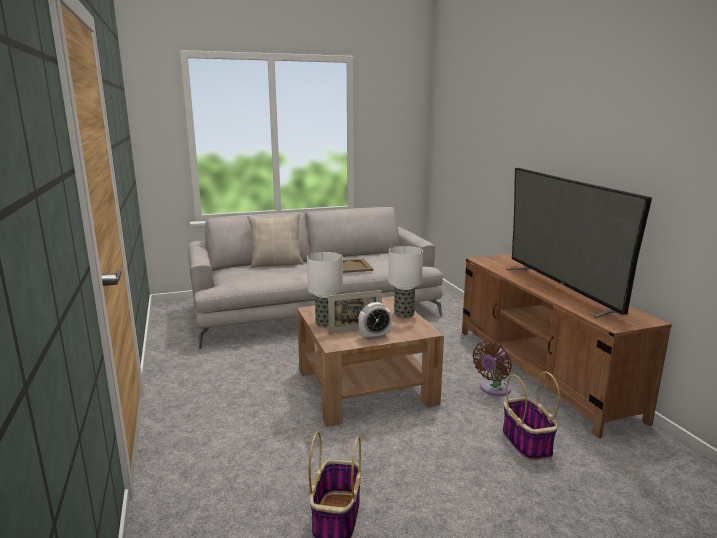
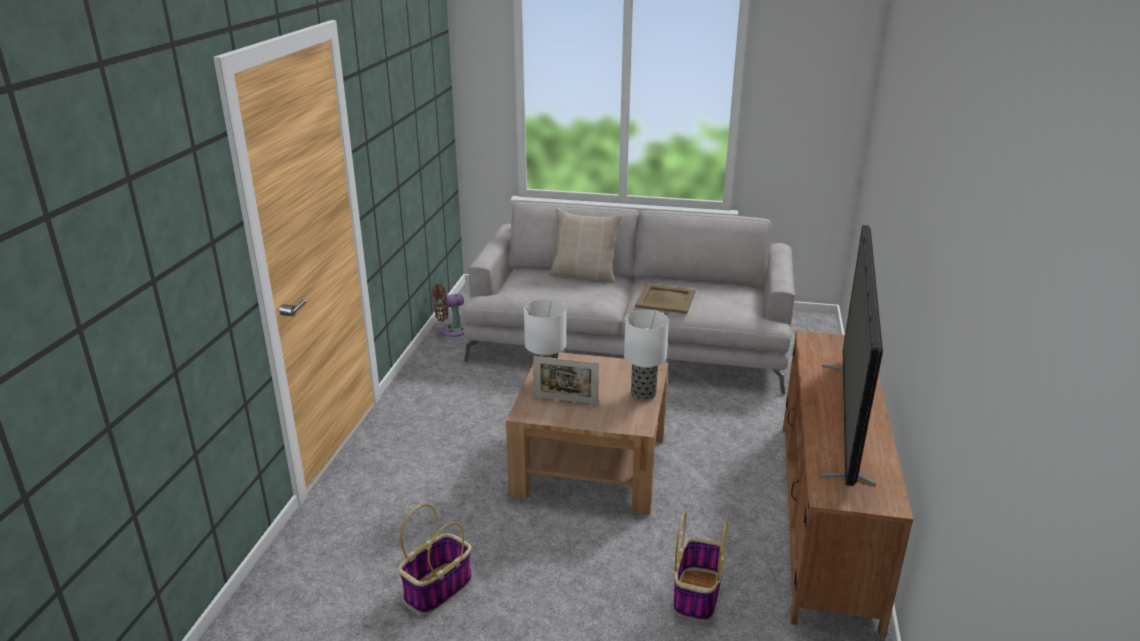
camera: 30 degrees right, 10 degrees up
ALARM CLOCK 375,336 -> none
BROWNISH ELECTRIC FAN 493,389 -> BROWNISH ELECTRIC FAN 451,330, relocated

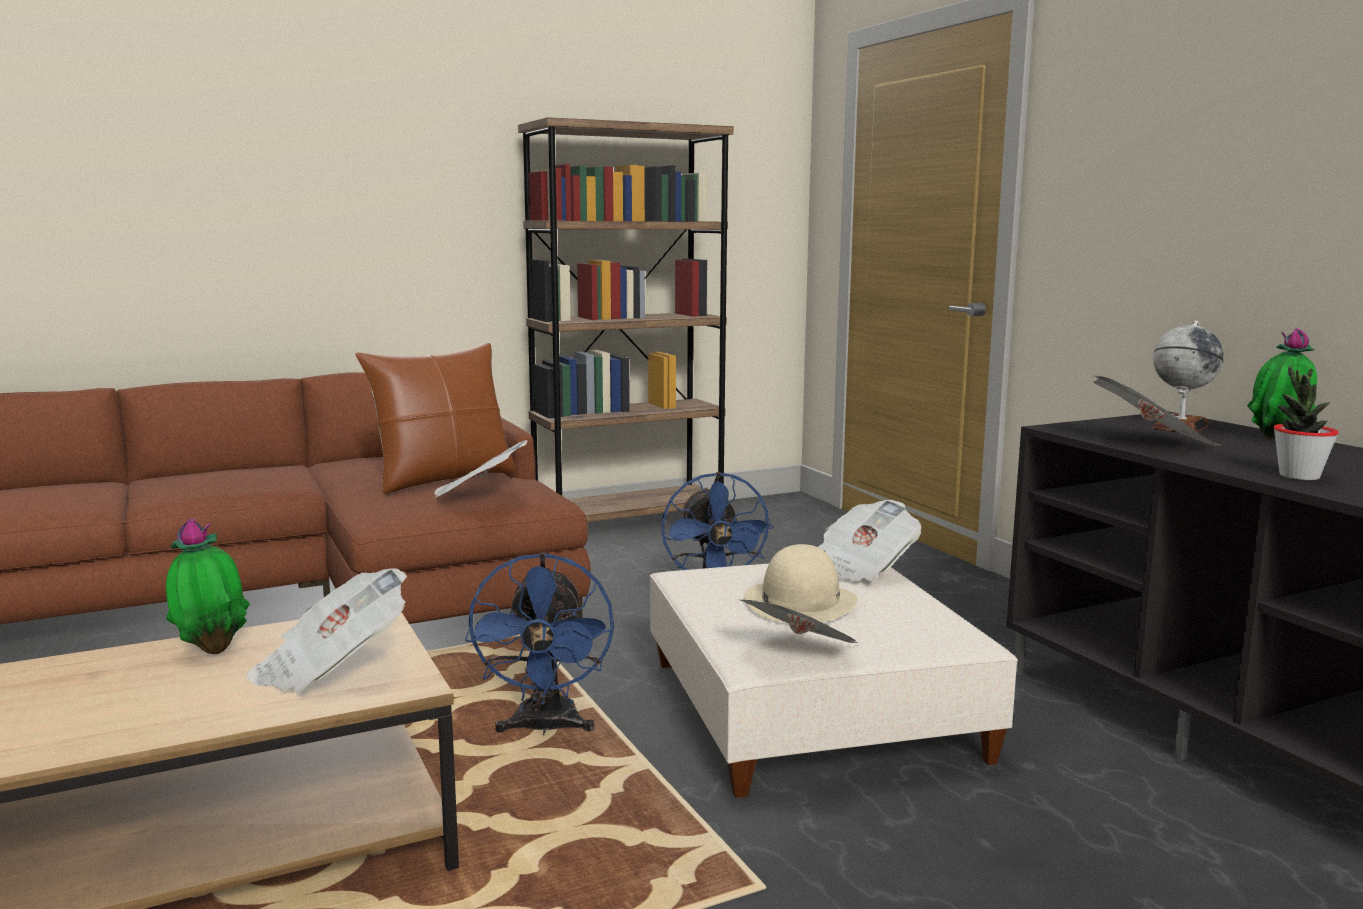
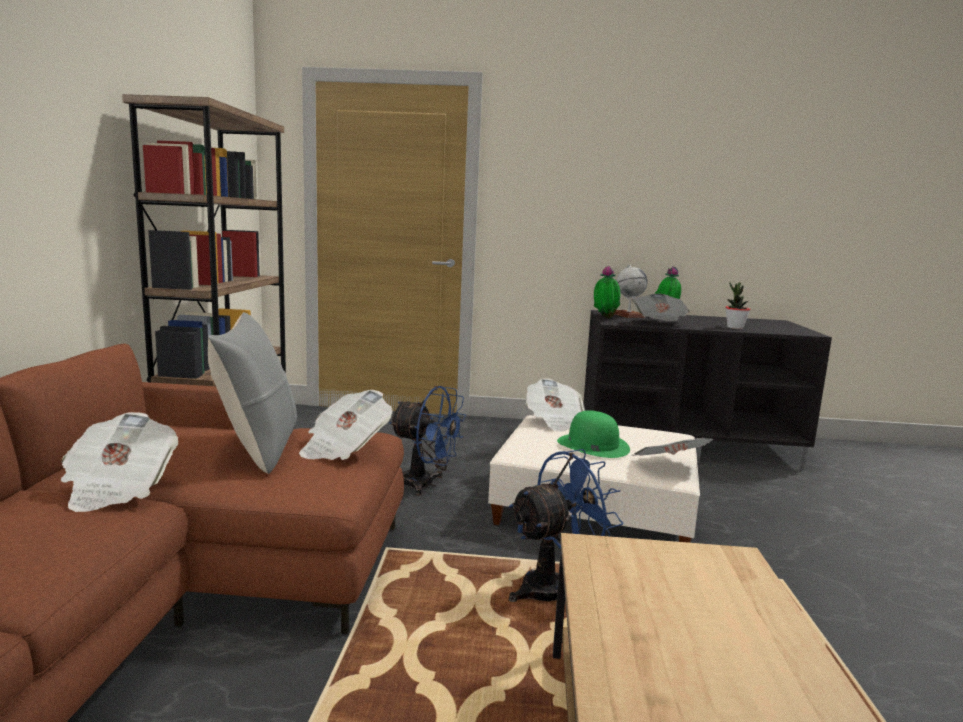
camera: 60 degrees left, 0 degrees up
HOUSEPLANT 211,650 -> HOUSEPLANT 604,318, relocated
DAILY PAPER 331,669 -> DAILY PAPER 118,488, relocated
BROWNISH THROW PILLOW 443,479 -> GRAY THROW PILLOW 259,448
BEIGE-COLOURED WEARABLE HAT 800,602 -> GREENISH WEARABLE HAT 592,445
BLUE ELECTRIC FAN 545,729 -> BLUE ELECTRIC FAN 555,587, 60 degrees counterclockwise

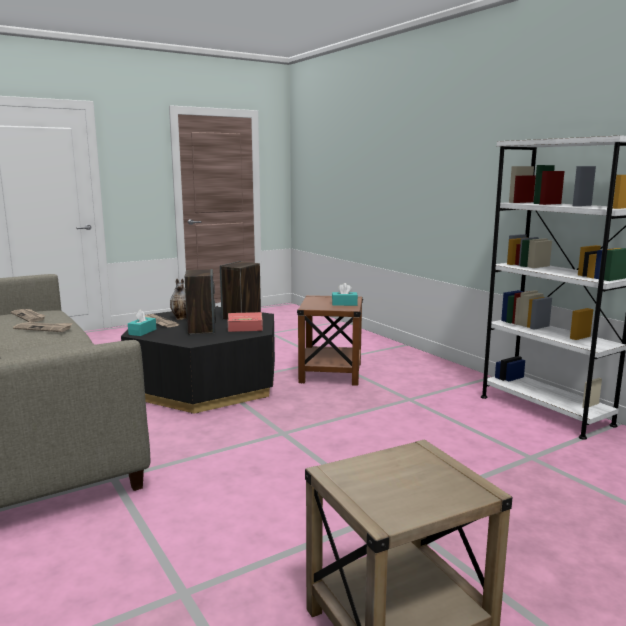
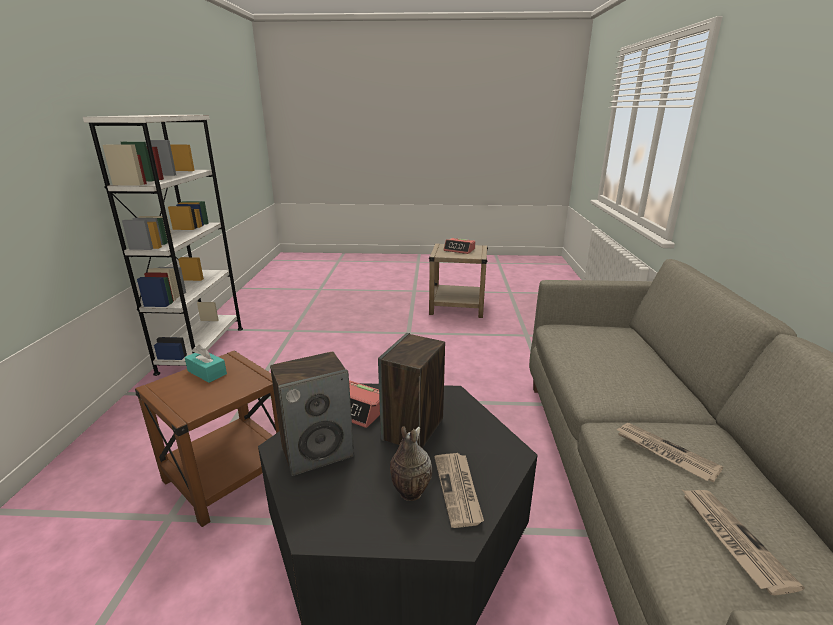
camera: 145 degrees left, 10 degrees up
TURQUOISE-COLOURED BOX OF TISSUES 142,332 -> none
none -> ALARM CLOCK 459,250

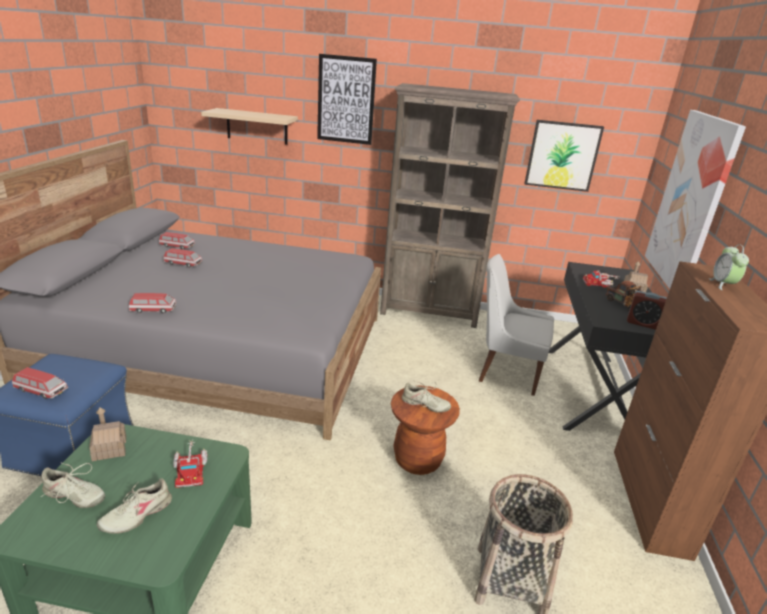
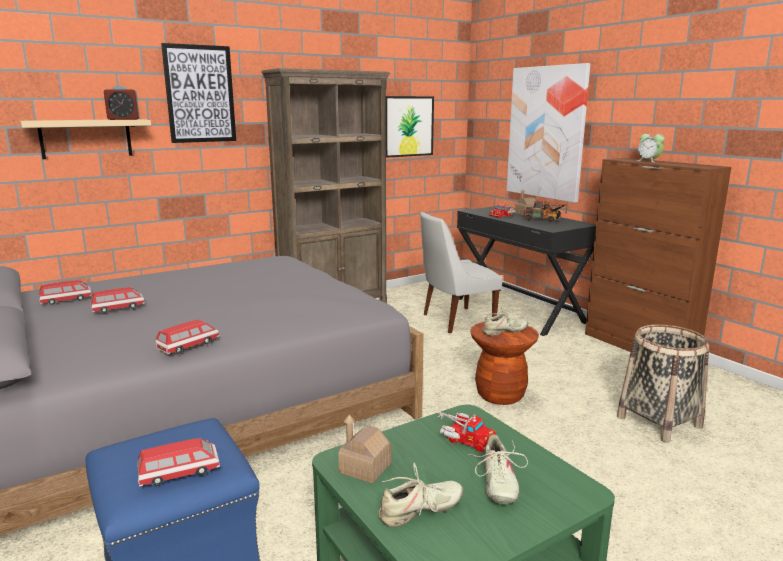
camera: 40 degrees left, 10 degrees down
ALARM CLOCK 643,323 -> ALARM CLOCK 123,119, relocated

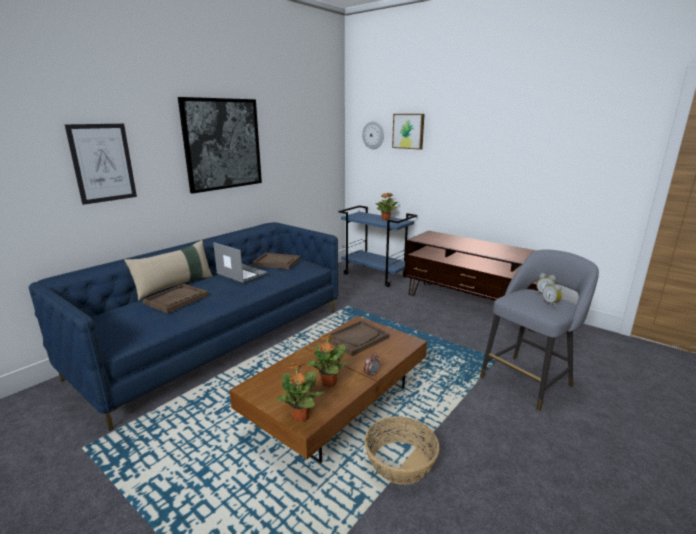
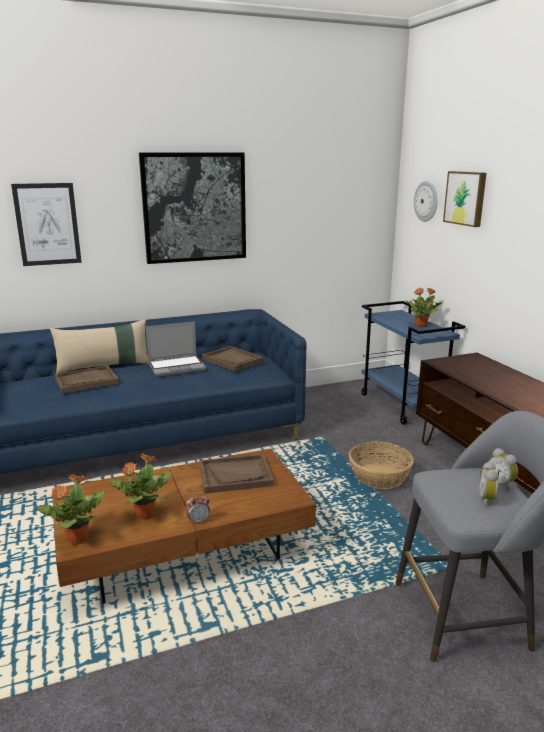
camera: 30 degrees right, 0 degrees up
HOUSEHOLD BASKET 400,462 -> HOUSEHOLD BASKET 379,476, relocated
NOTEBOOK COMPUTER 240,274 -> NOTEBOOK COMPUTER 177,367, 90 degrees clockwise

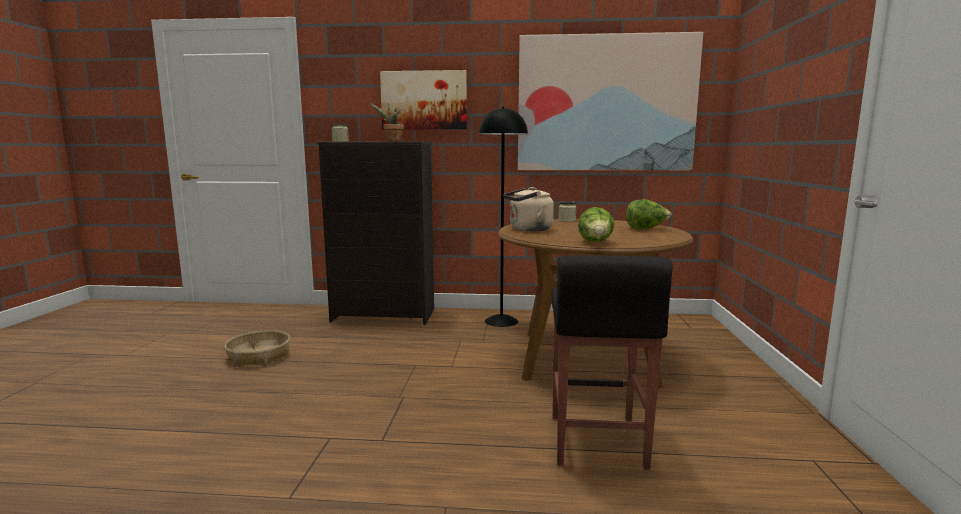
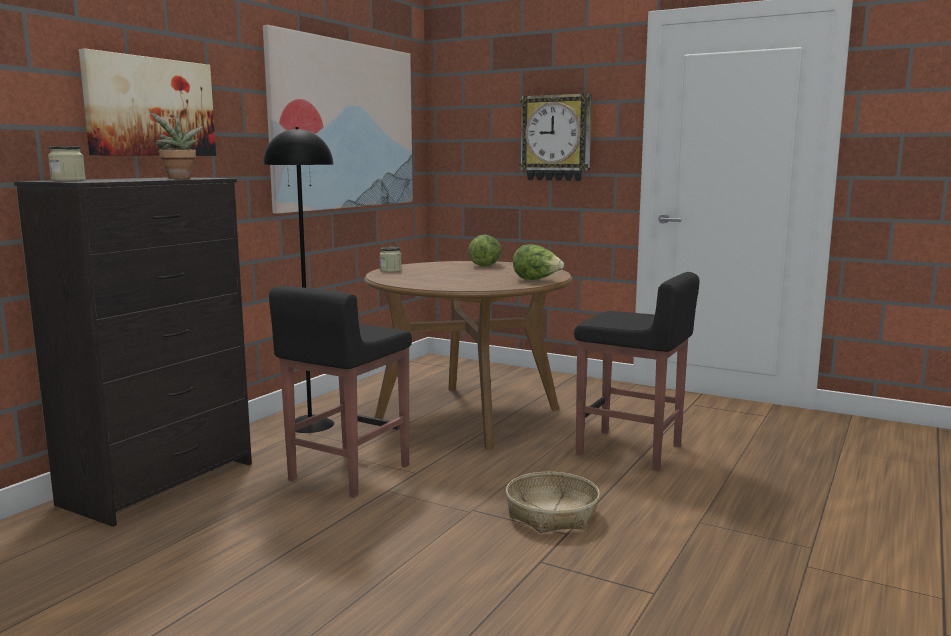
camera: 65 degrees left, 0 degrees up
BEIGE-COLOURED TEA KETTLE 528,229 -> none
none -> BLACKISH STOOL SEAT 348,473
none -> WALL CLOCK 556,138
HOUSEHOLD BASKET 259,356 -> HOUSEHOLD BASKET 551,514, relocated

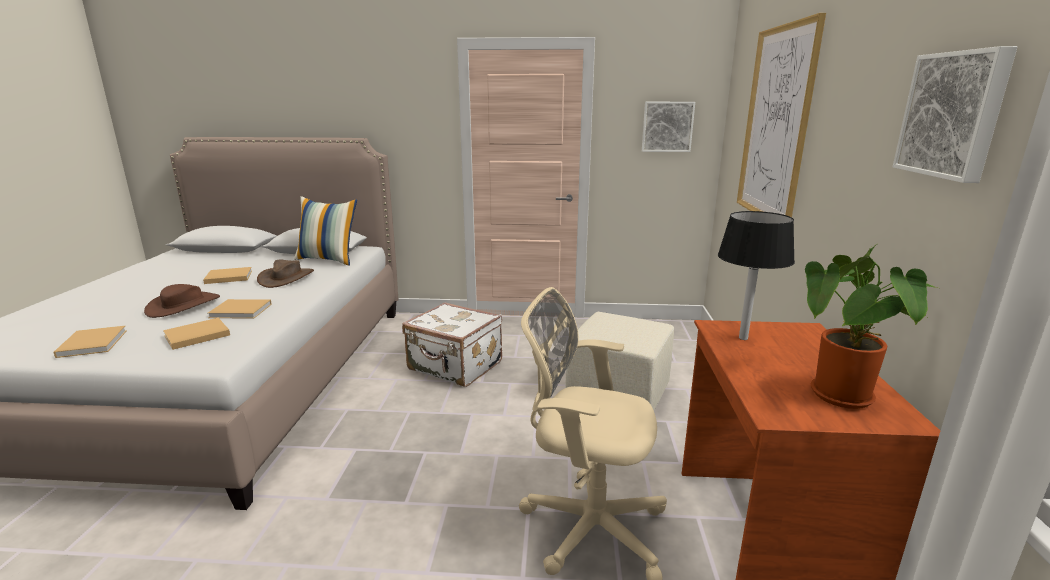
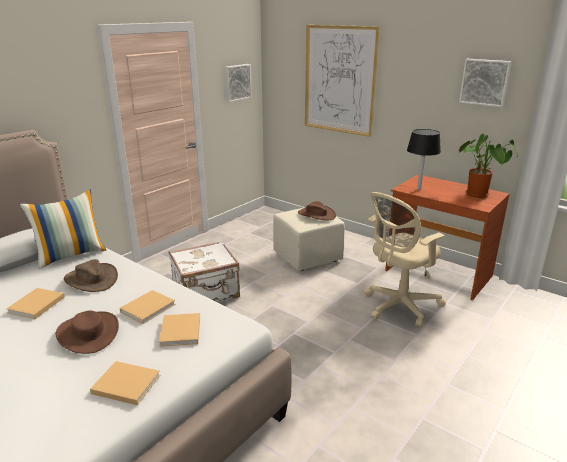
camera: 55 degrees left, 5 degrees up
none -> BROWNISH WEARABLE HAT 316,214

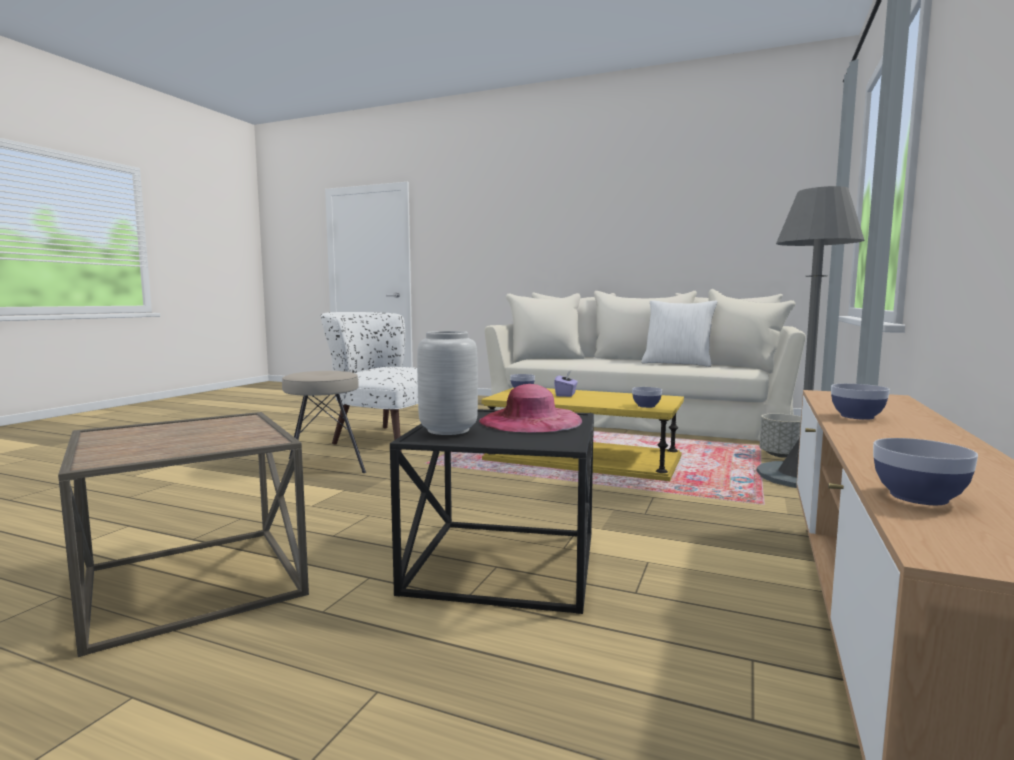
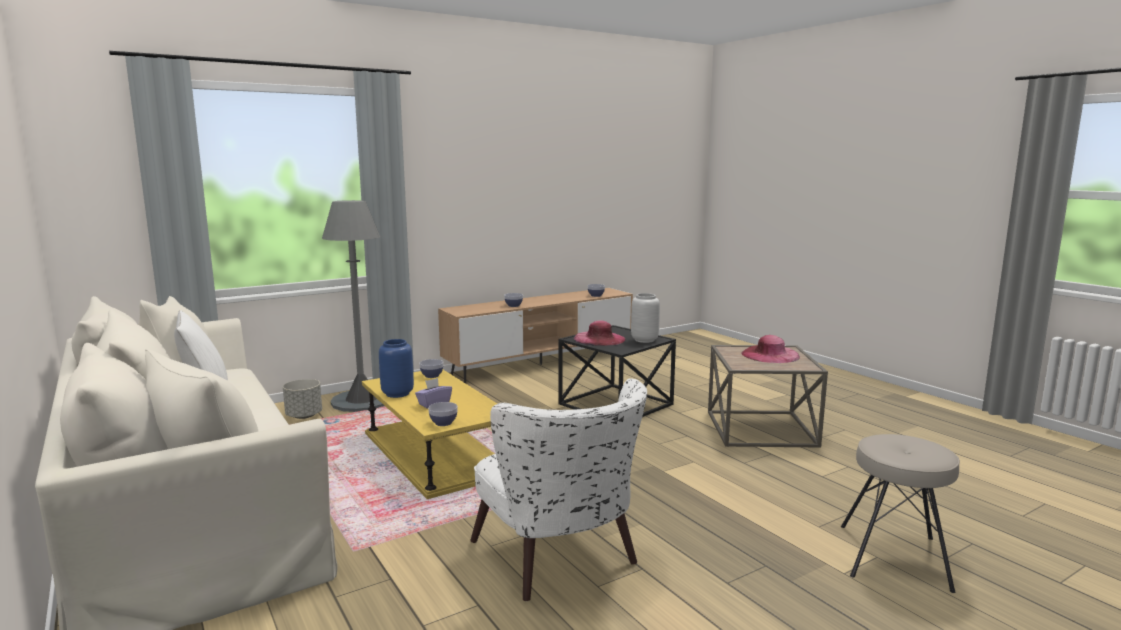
camera: 145 degrees left, 5 degrees up
none -> BLUE DECORATIVE VASE 397,394
none -> PINK-COLOURED WEARABLE HAT 770,355
BEIGE-COLOURED STOOL SEAT 324,465 -> BEIGE-COLOURED STOOL SEAT 894,556, relocated

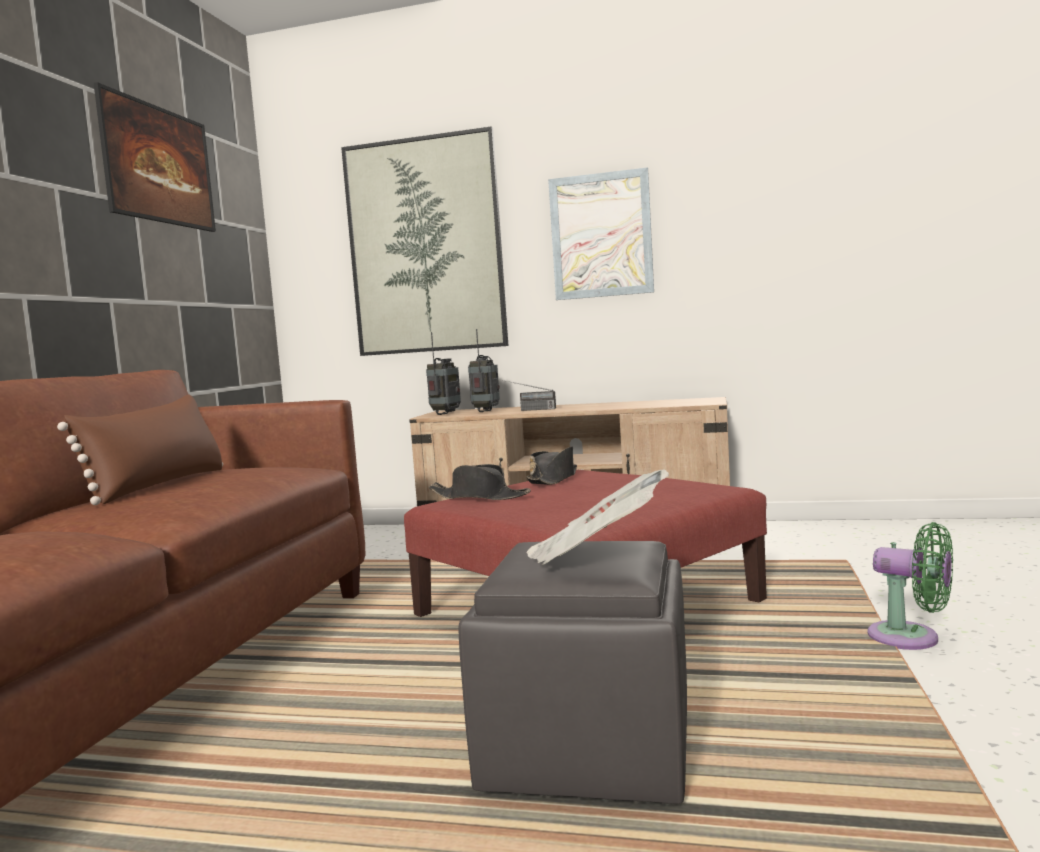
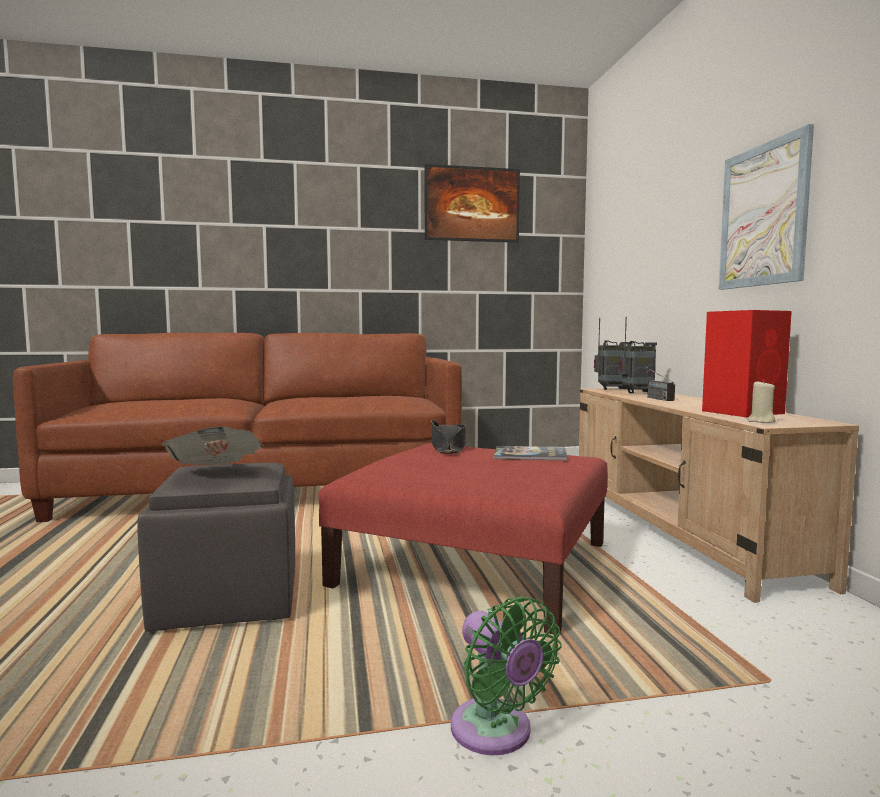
camera: 65 degrees right, 0 degrees up
BROWNISH THROW PILLOW 159,485 -> none
WALL ART 425,246 -> none
none -> RED SPEAKER 744,412
none -> BEIGE-COLOURED WAX LIGHT 761,421
BLACKISH WEARABLE HAT 553,479 -> BOUND BOOK 530,455
GREENISH ELECTRIC FAN 911,638 -> GREENISH ELECTRIC FAN 496,733, 45 degrees counterclockwise

